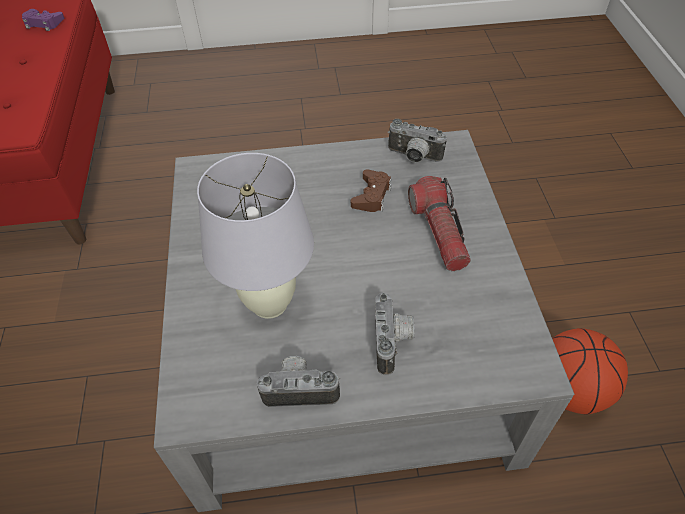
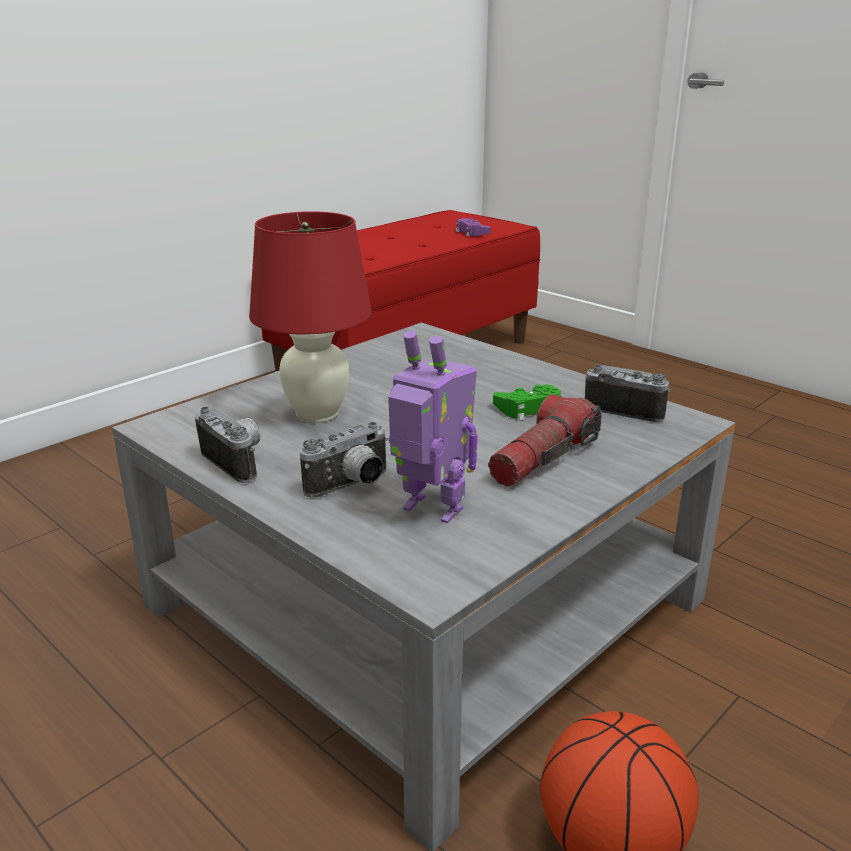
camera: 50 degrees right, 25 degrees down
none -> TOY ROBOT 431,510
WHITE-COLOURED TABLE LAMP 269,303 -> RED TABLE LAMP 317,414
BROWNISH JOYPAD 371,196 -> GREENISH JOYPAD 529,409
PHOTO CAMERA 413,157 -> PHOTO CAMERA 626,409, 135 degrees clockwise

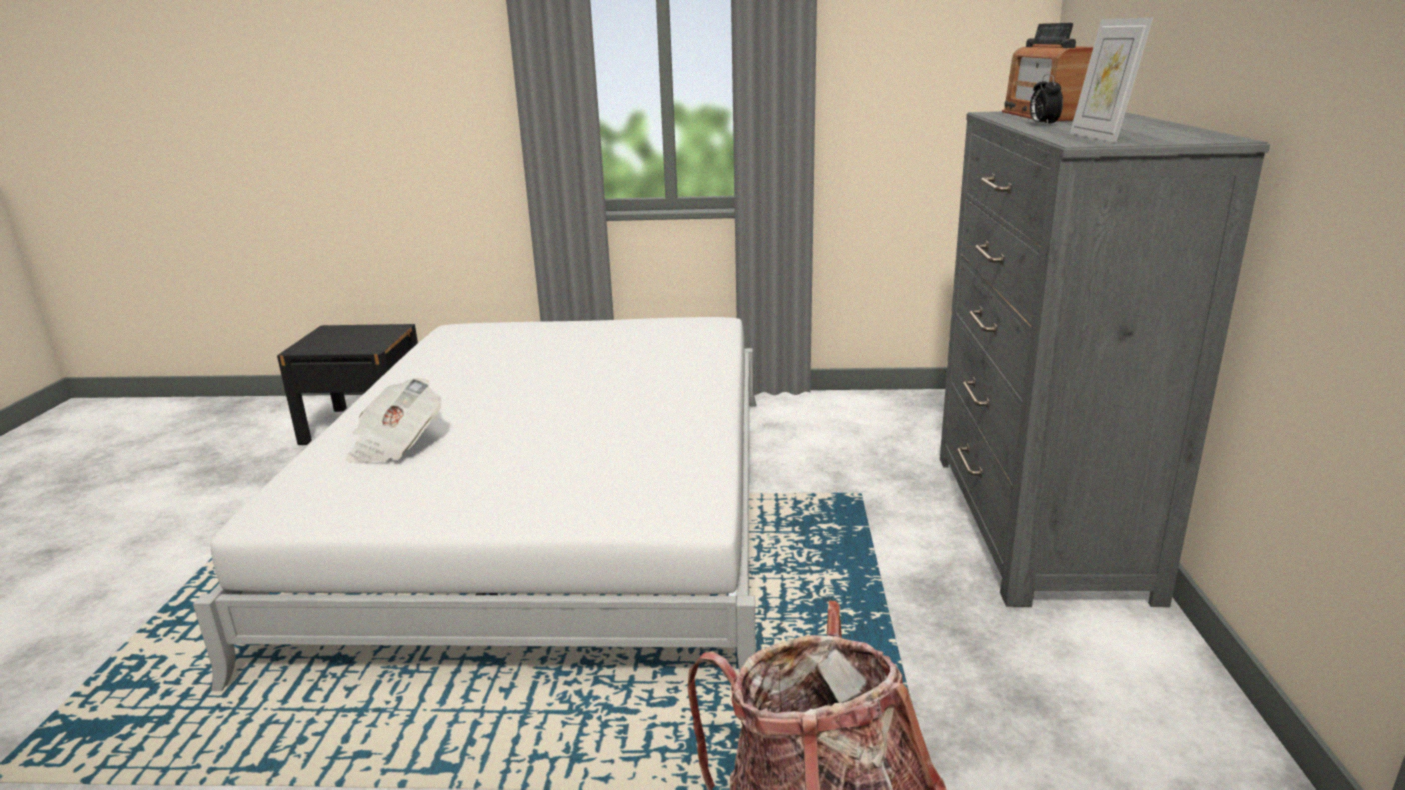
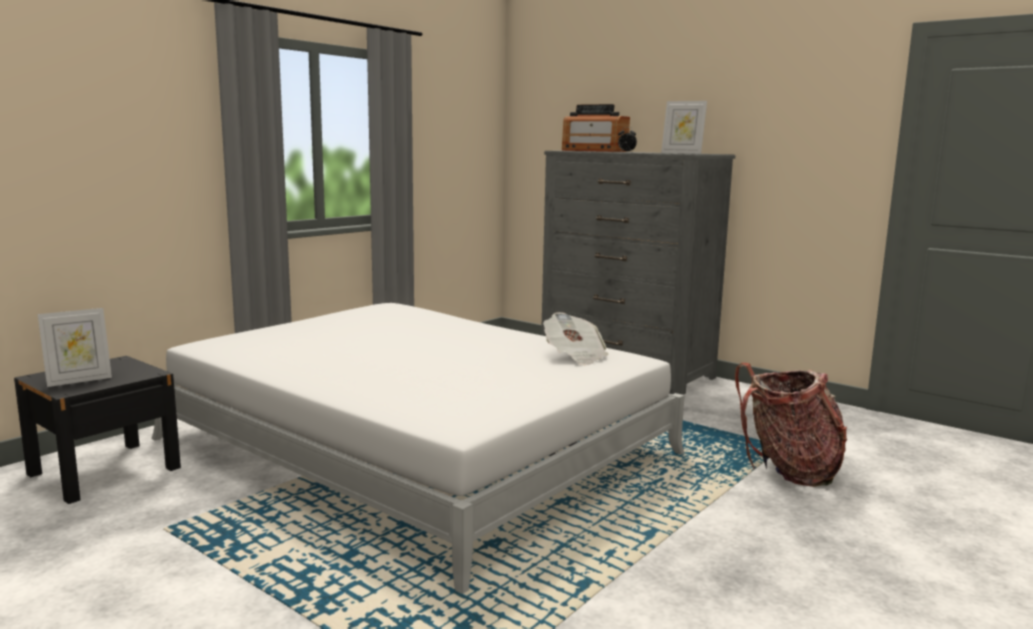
camera: 55 degrees left, 10 degrees down
none -> STANDING FRAME 79,380
DAILY PAPER 395,445 -> DAILY PAPER 575,356, relocated

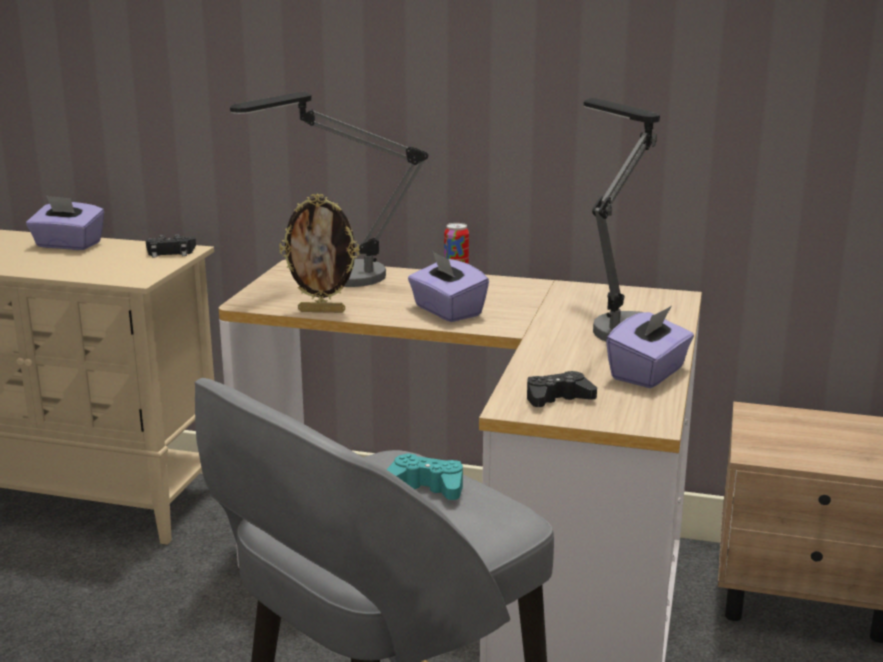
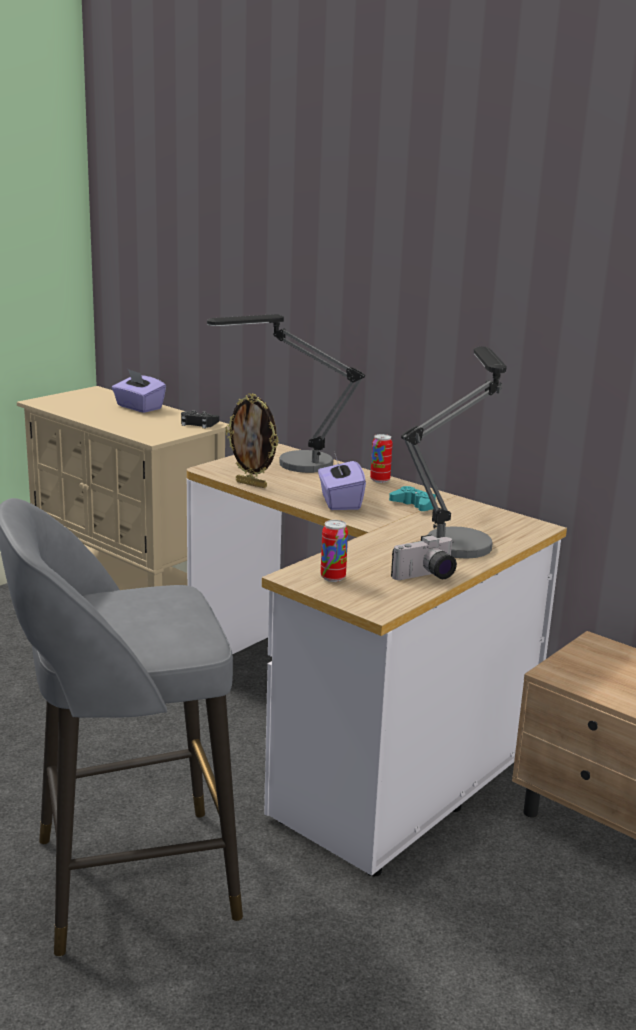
camera: 25 degrees right, 0 degrees up
TURQUOISE-COLOURED JOYPAD 426,487 -> TURQUOISE-COLOURED JOYPAD 414,505, relocated
BLACKISH JOYPAD 557,398 -> SEALED CAN 333,578
PURPLE-COLOURED BOX OF TISSUES 648,374 -> PHOTO CAMERA 426,577

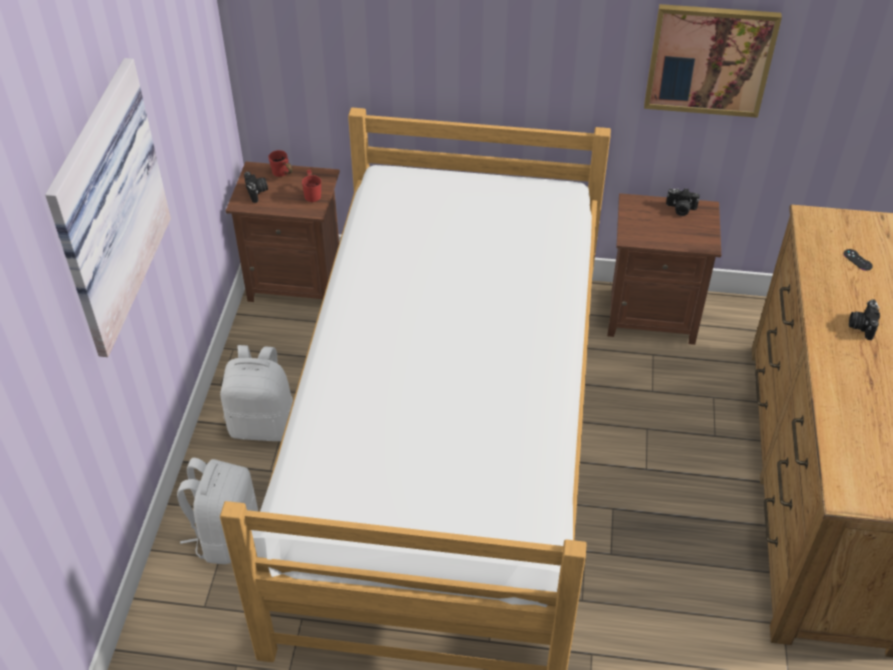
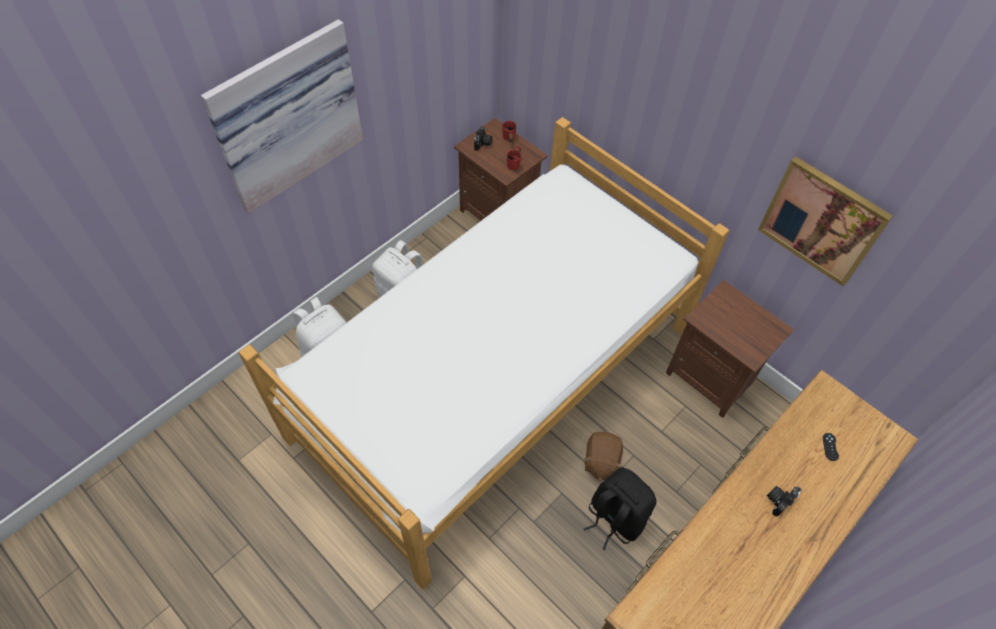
camera: 35 degrees right, 10 degrees up
PHOTO CAMERA 680,209 -> none
none -> BROWNISH SOFT TOY 601,461
none -> BLACKISH RUCKSACK 614,518

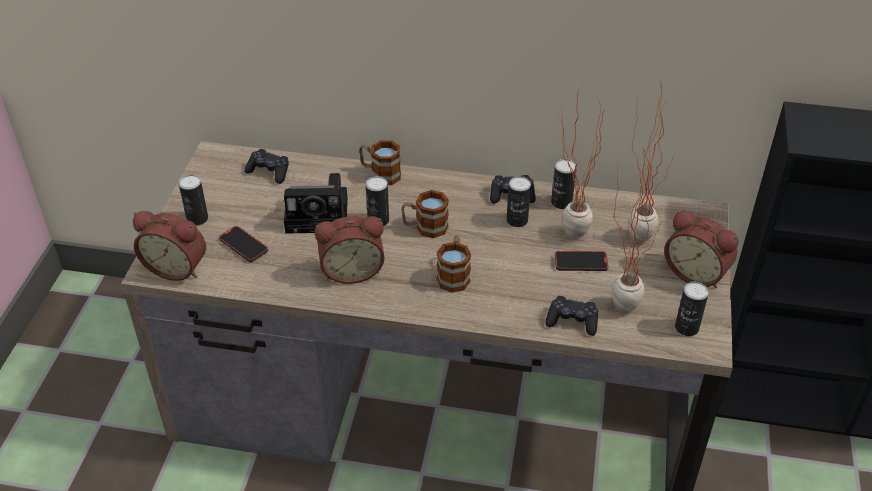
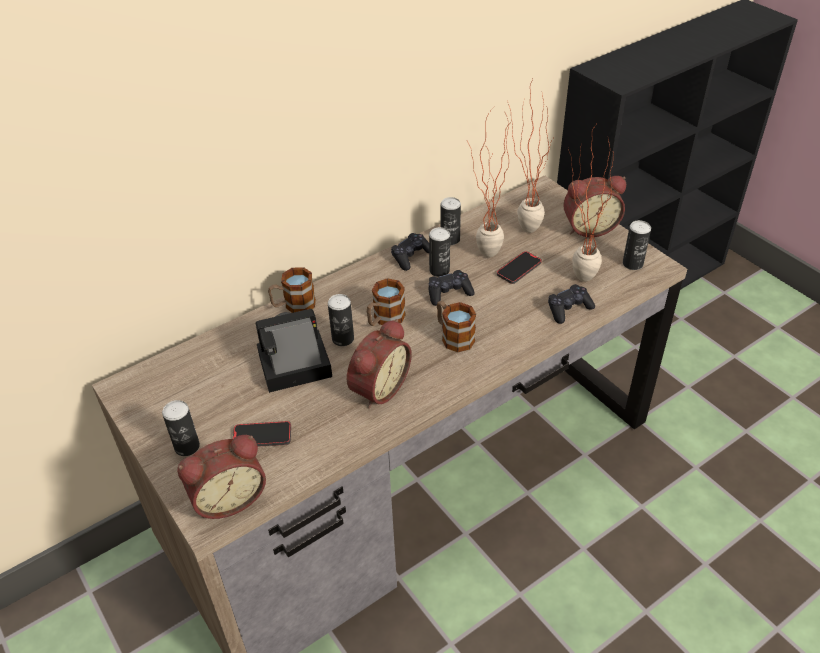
camera: 45 degrees left, 0 degrees up
BLACKISH JOYPAD 269,171 -> BLACKISH JOYPAD 449,293, relocated
PHOTO CAMERA 320,215 -> PHOTO CAMERA 292,367, 150 degrees counterclockwise

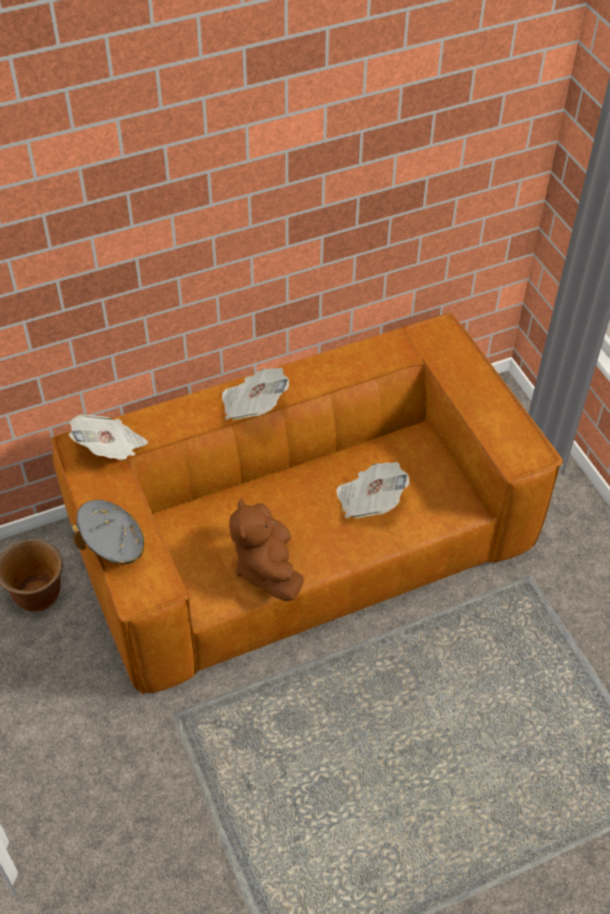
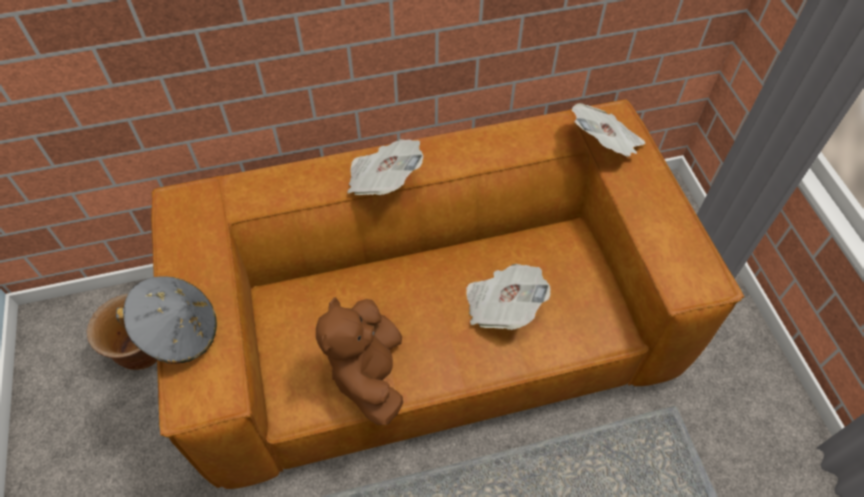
camera: 10 degrees right, 5 degrees up
DAILY PAPER 111,449 -> DAILY PAPER 605,144, relocated

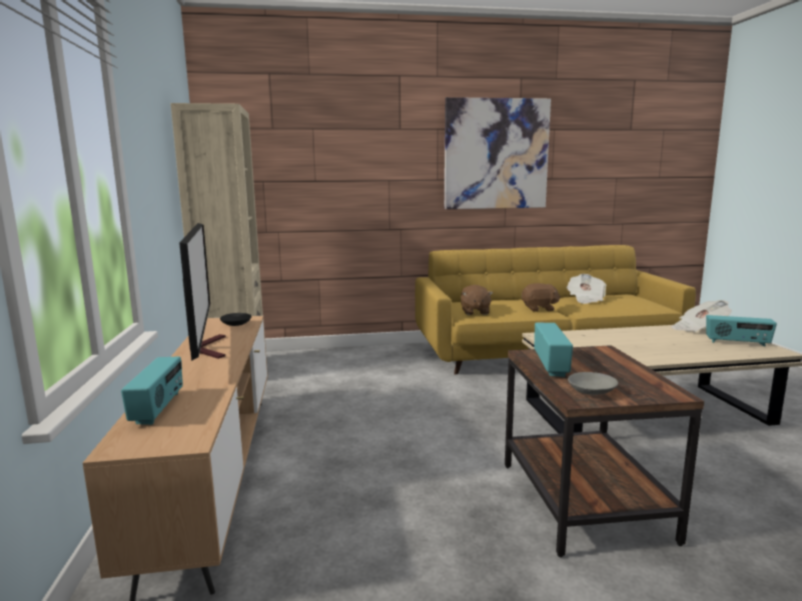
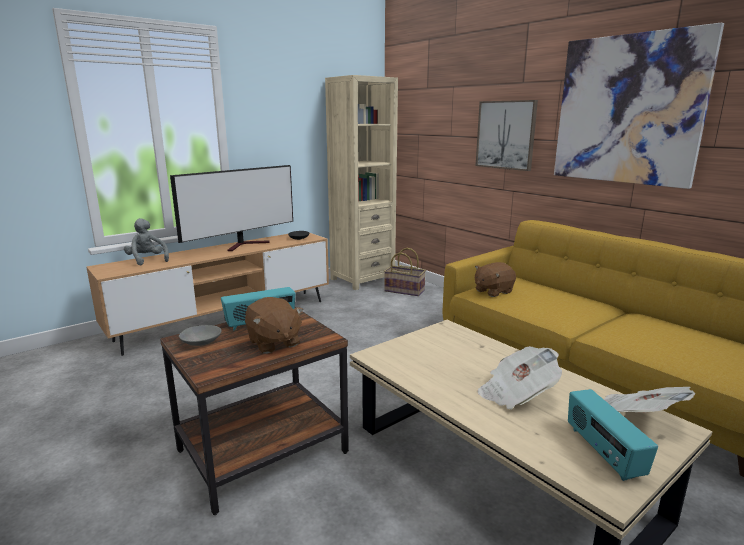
camera: 60 degrees right, 5 degrees up
none -> HOUSEHOLD BASKET 405,290
none -> WALL ART 506,135
BROWNISH SOFT TOY 539,309 -> BROWNISH SOFT TOY 273,343, relocated
DAILY PAPER 585,299 -> DAILY PAPER 516,394, relocated
RADIO SET 158,408 -> GRAY SOFT TOY 147,260

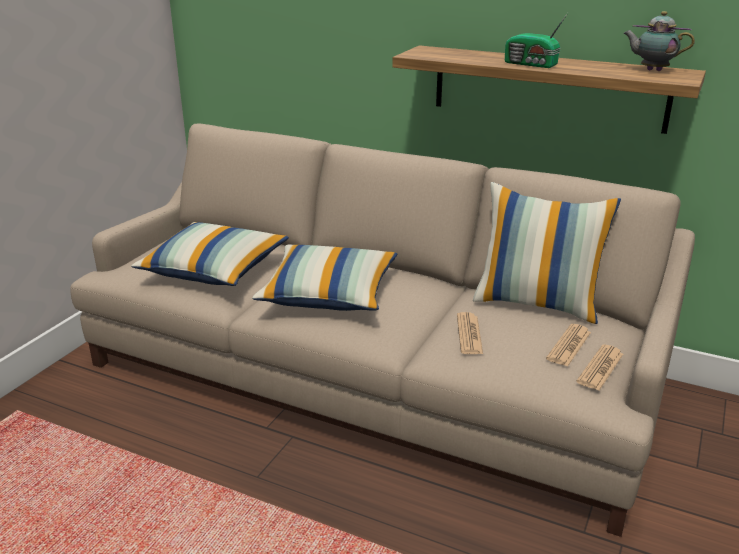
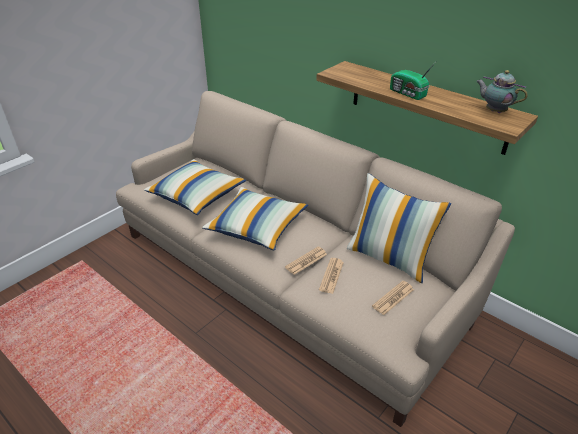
camera: 15 degrees right, 10 degrees up
DAILY PAPER 600,368 -> DAILY PAPER 306,261, relocated

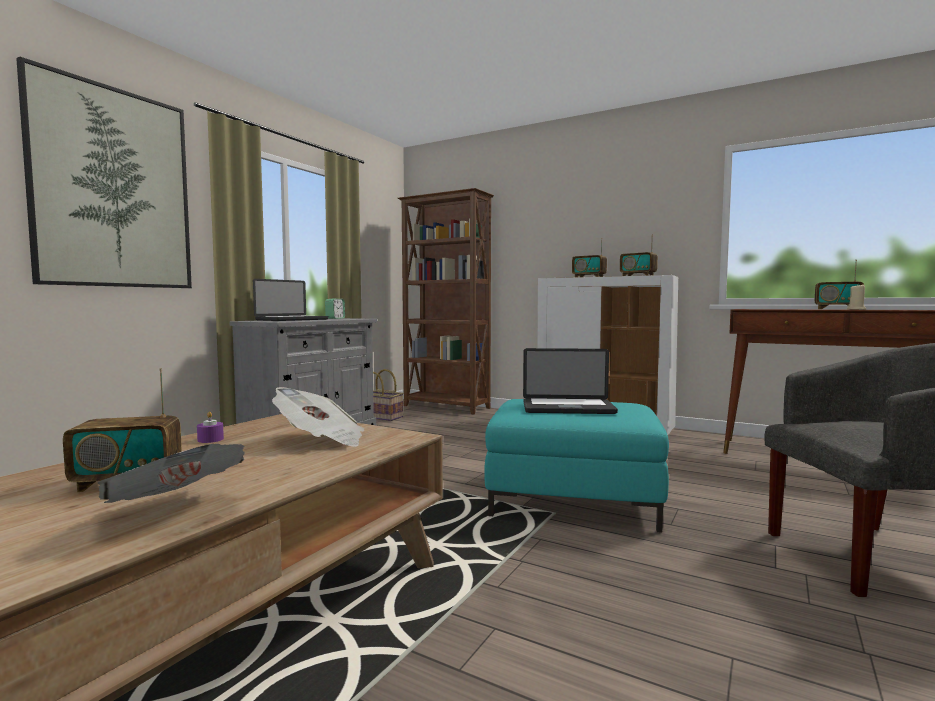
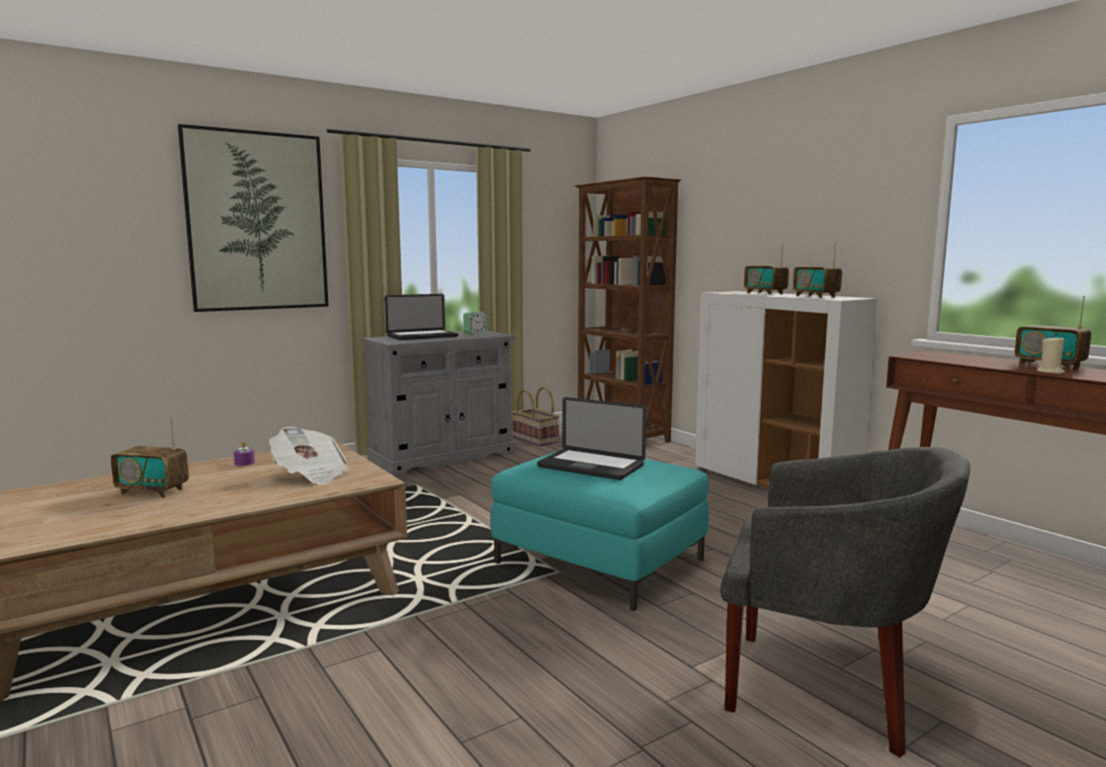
camera: 25 degrees right, 5 degrees up
DAILY PAPER 176,510 -> none

